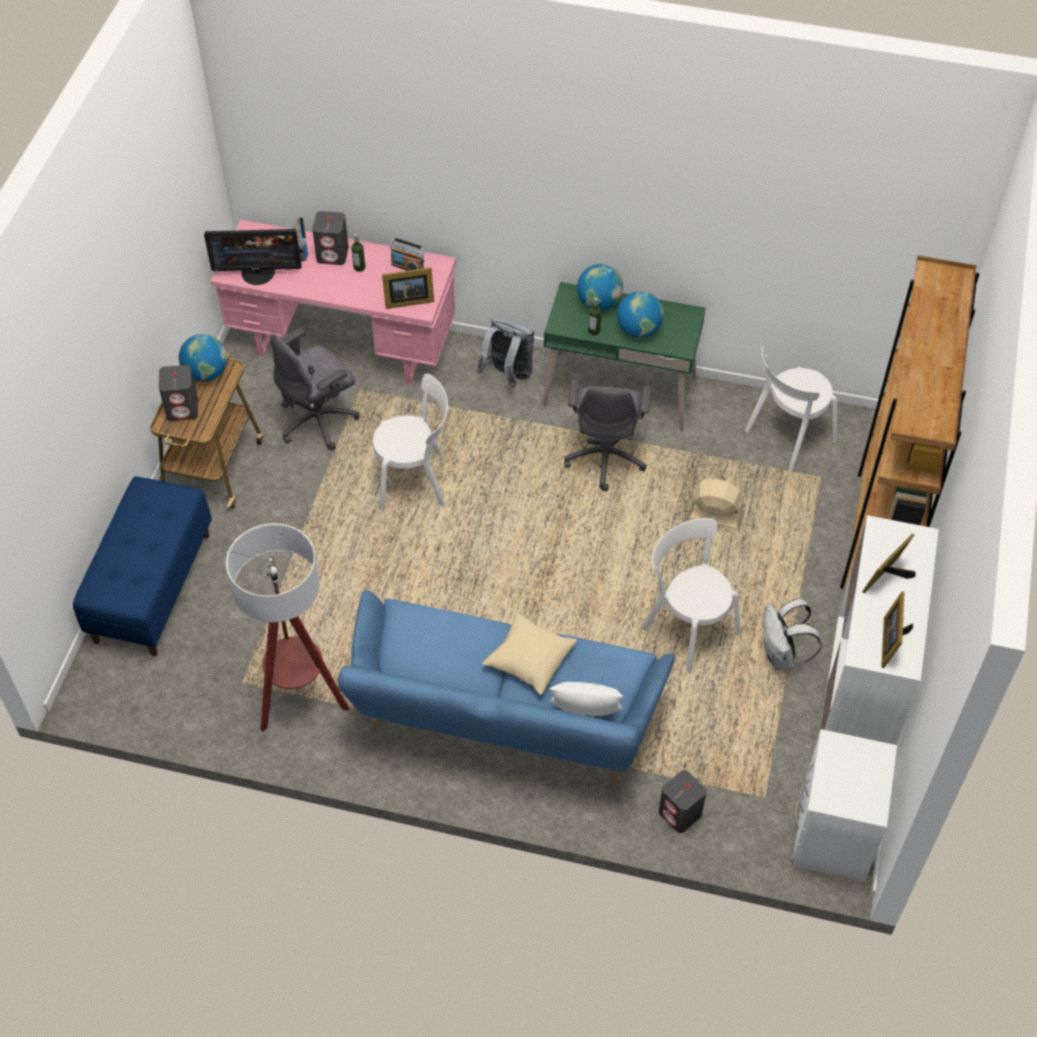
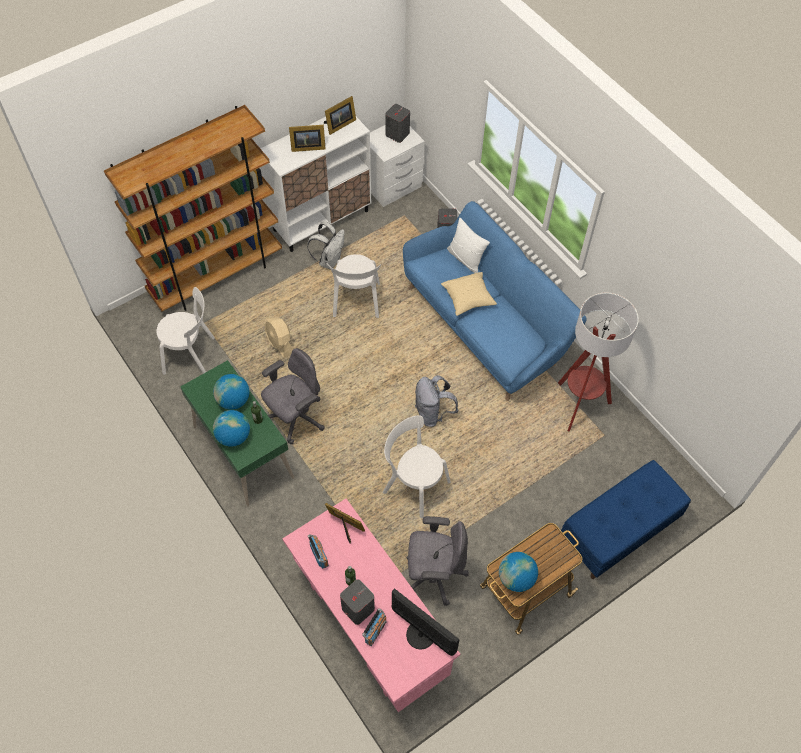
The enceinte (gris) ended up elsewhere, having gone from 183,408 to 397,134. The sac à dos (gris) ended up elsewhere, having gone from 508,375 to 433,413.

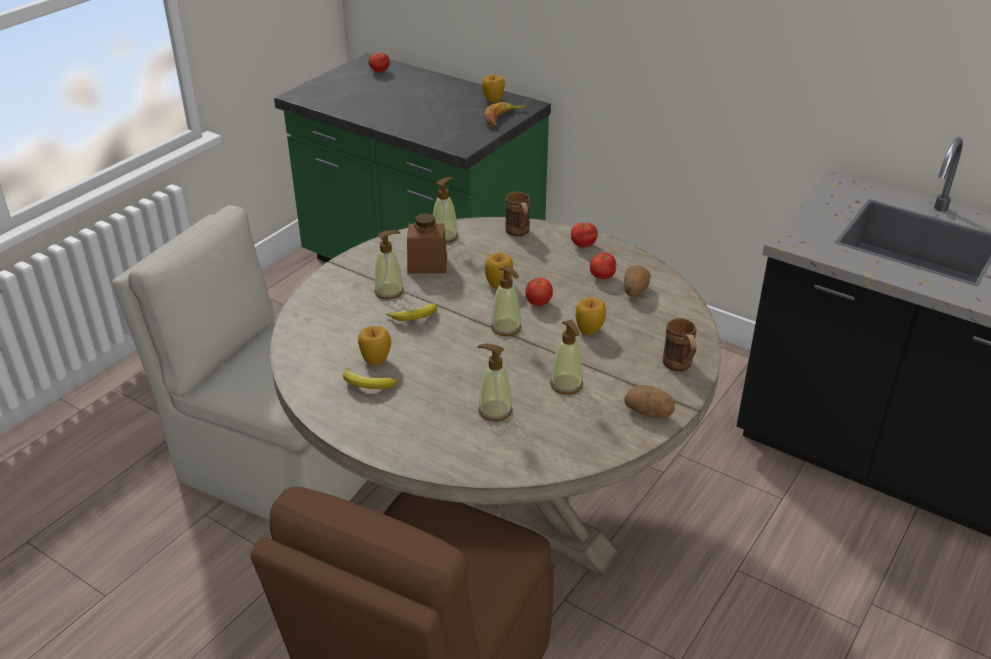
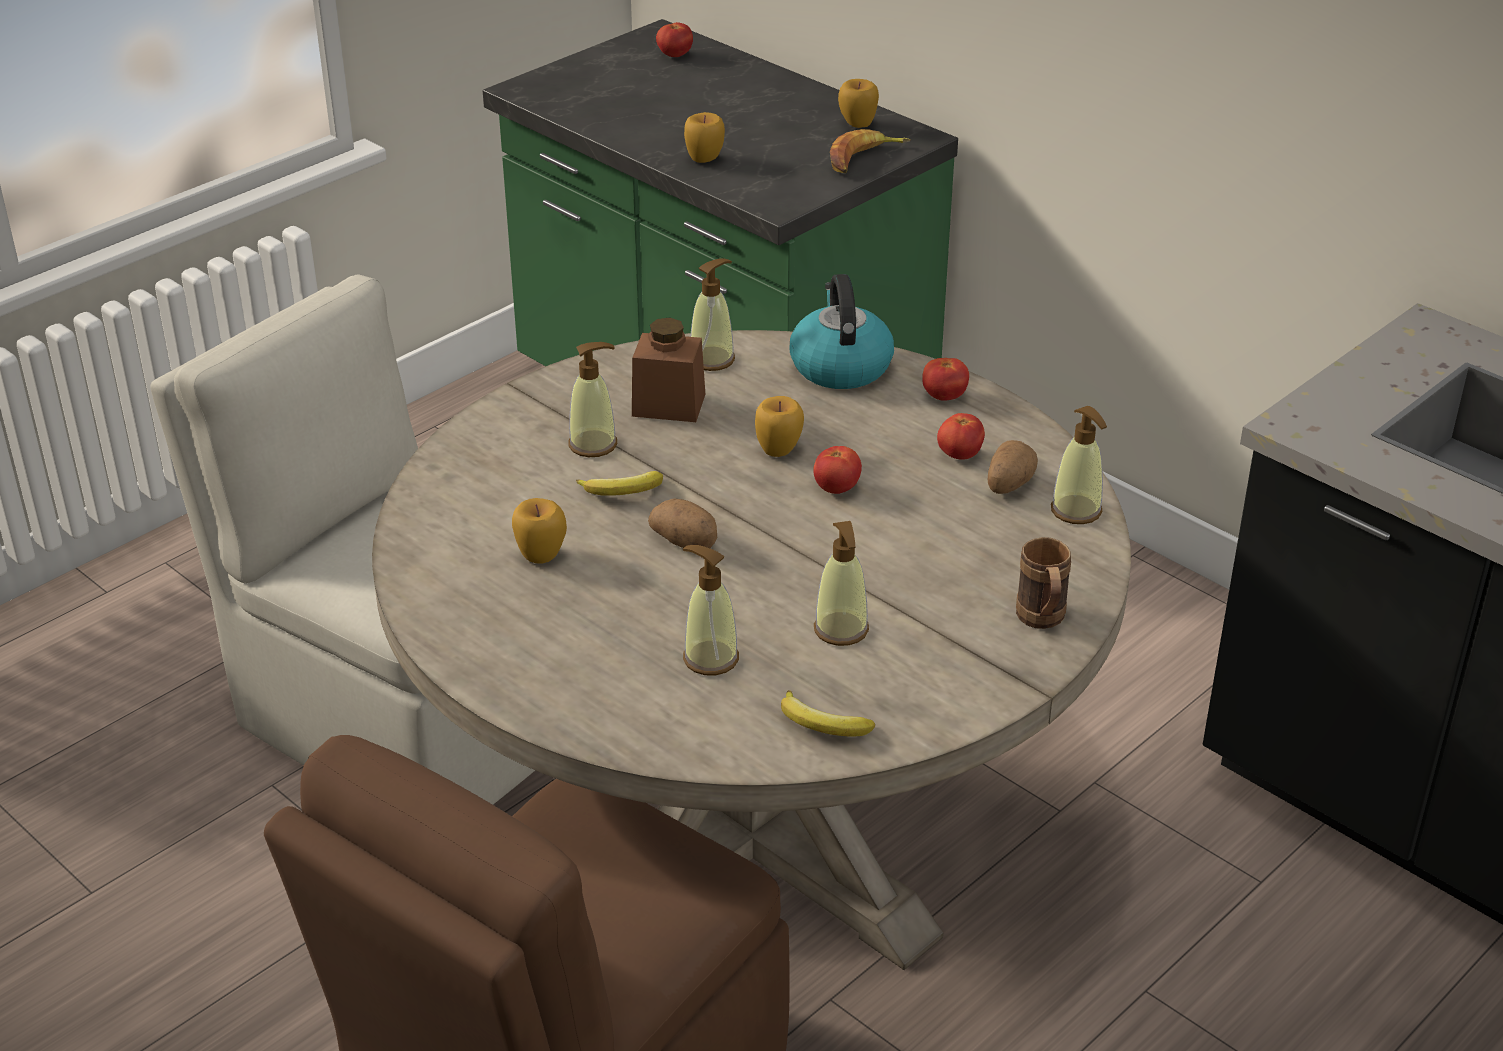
The banane ended up elsewhere, having gone from 367,385 to 822,725. The distributeur de savon ended up elsewhere, having gone from 506,328 to 1076,511. Where the mug (marron) stood at 519,233, the bouilloire came to stand at 840,366. The pomme ended up elsewhere, having gone from 589,331 to 704,159. The pomme de terre ended up elsewhere, having gone from 649,412 to 686,542.

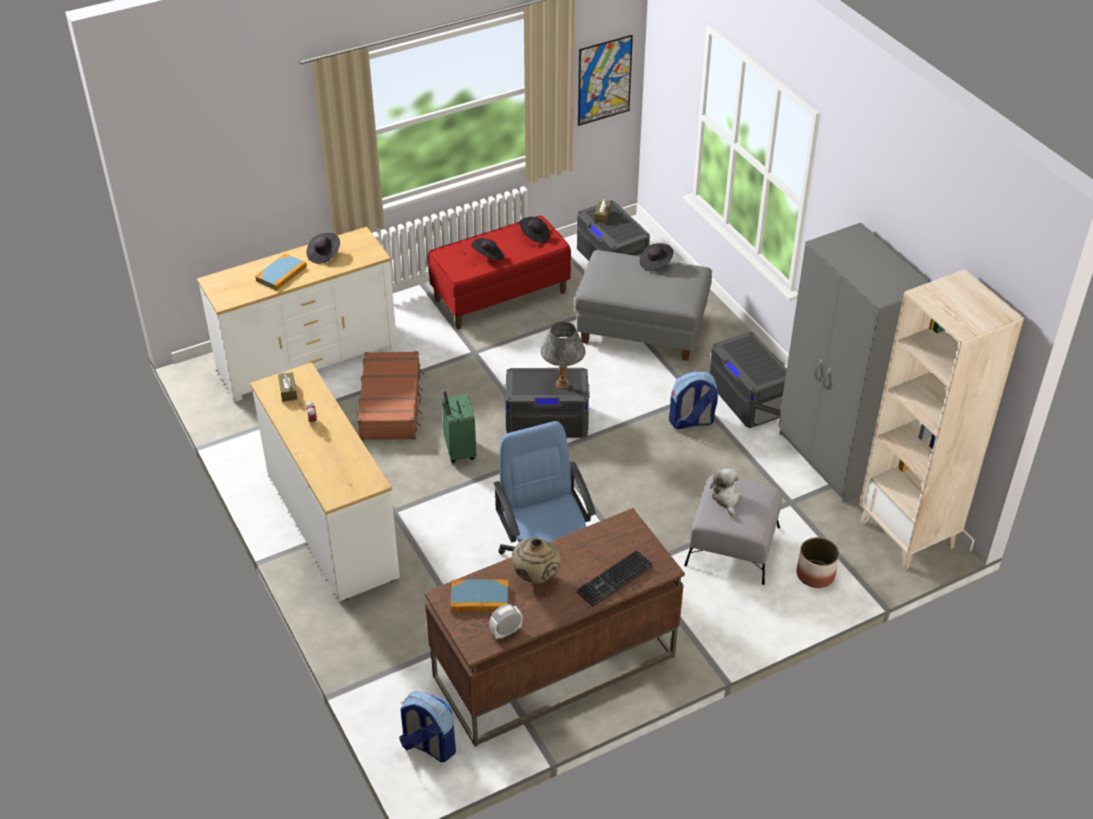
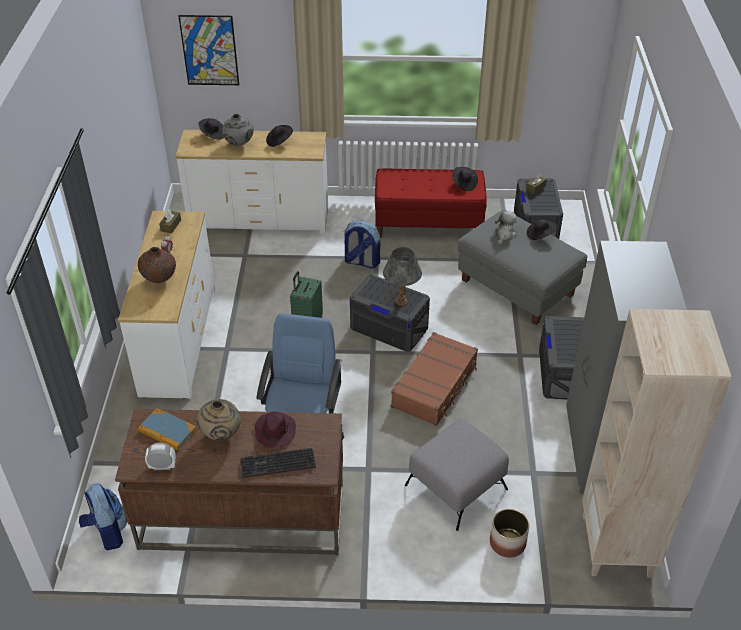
Where the livre stood at 281,274, the vase (gris) came to stand at 239,145. The valise (marron) ended up elsewhere, having gone from 391,404 to 435,386. The chapeau (noir) ended up elsewhere, having gone from 488,256 to 212,135. The tableau ended up elsewhere, having gone from 604,80 to 209,50. The sac à dos ended up elsewhere, having gone from 691,421 to 361,262. The peluche ended up elsewhere, having gone from 726,498 to 504,235. The second view gained the vase (marron) at 159,280. The second view gained the chapeau (violet) at 275,431.

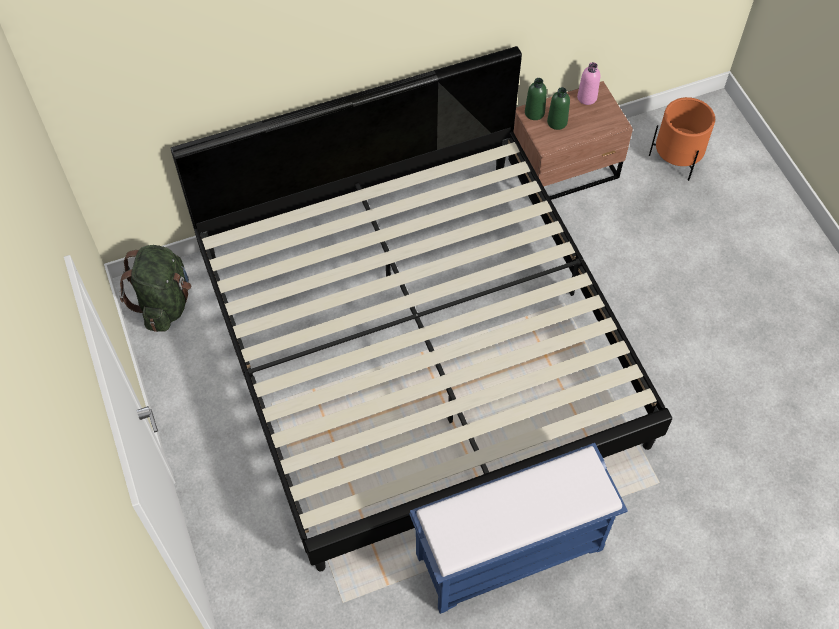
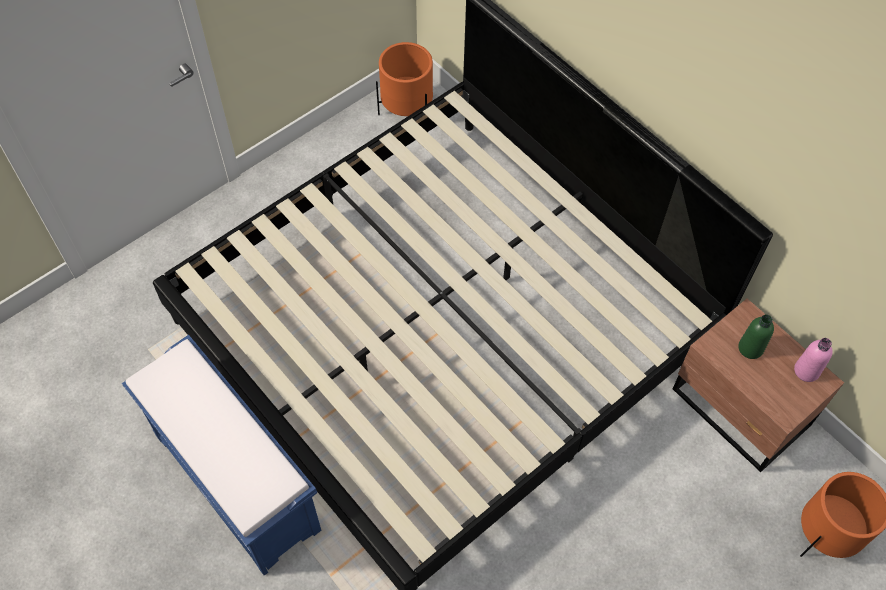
Where the sac à dos (vert) stood at 165,303, the cache-pot (orange) came to stand at 407,110. The second view lost the bouteille (vert) at 534,113.

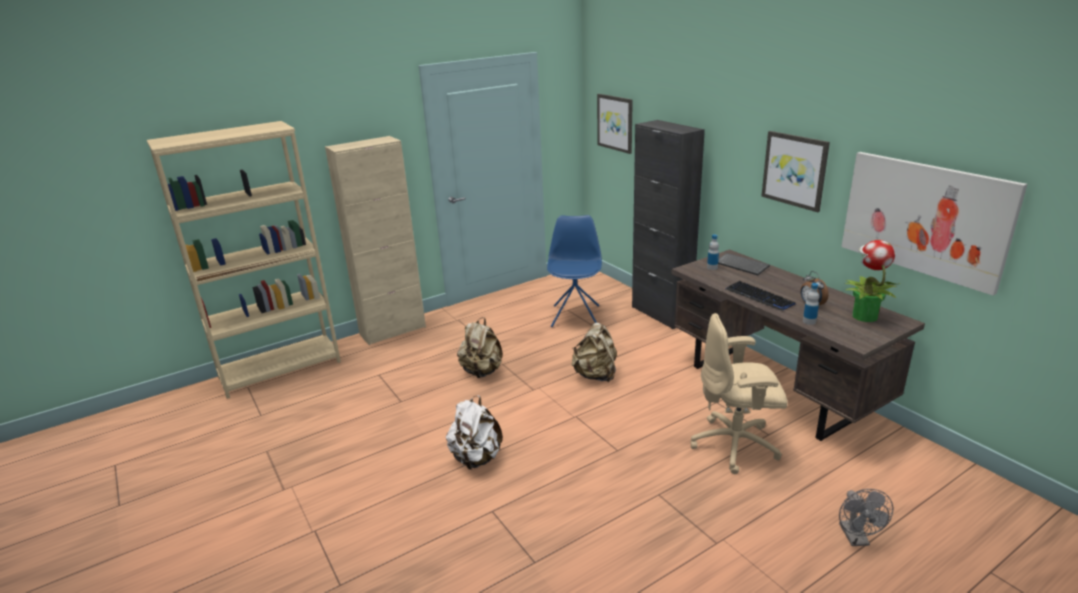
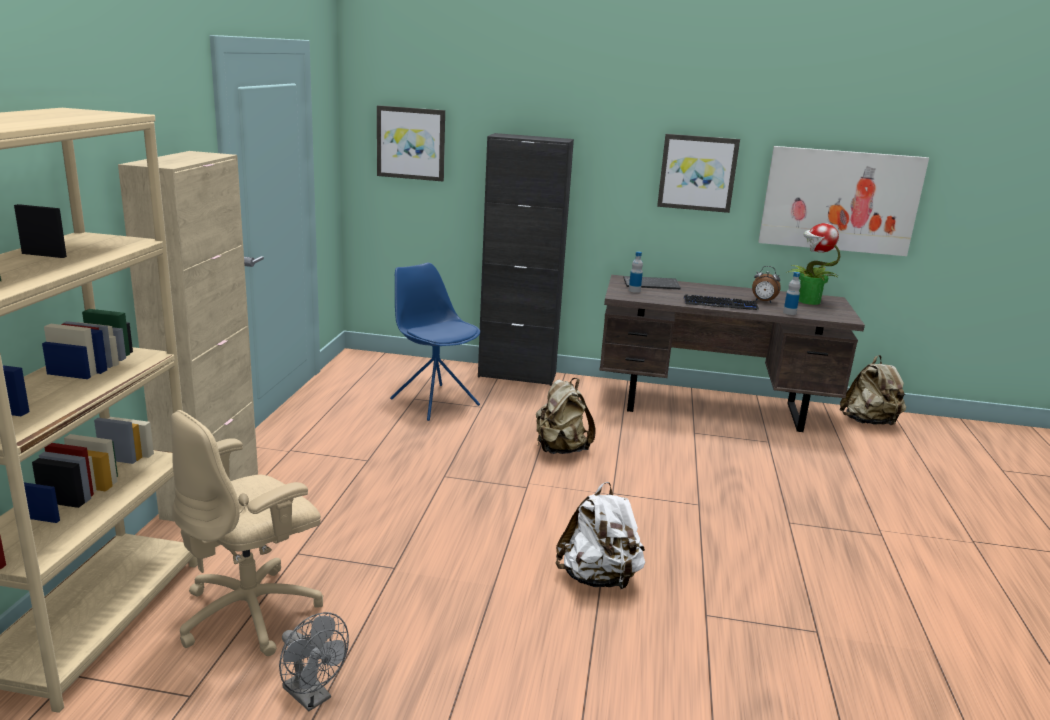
The sac à dos (beige) ended up elsewhere, having gone from 482,371 to 869,422. The chaise de bureau (beige) ended up elsewhere, having gone from 736,445 to 252,612. The ventilateur (gris) ended up elsewhere, having gone from 856,539 to 312,697.

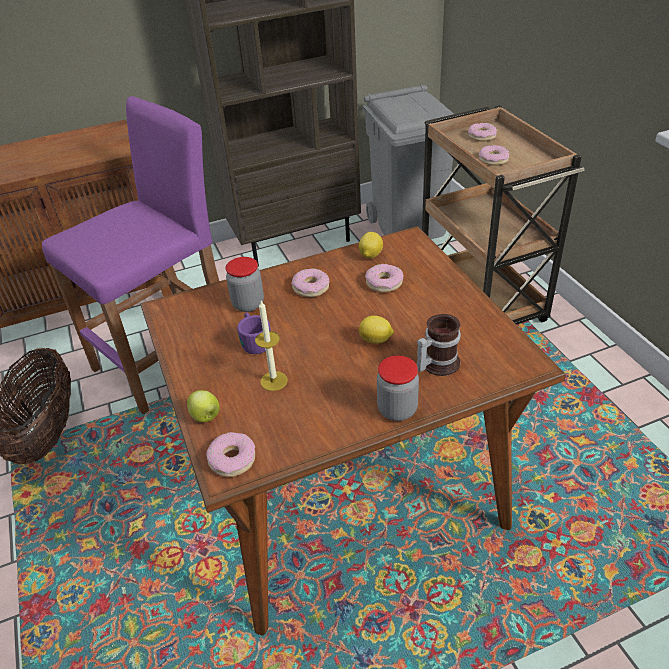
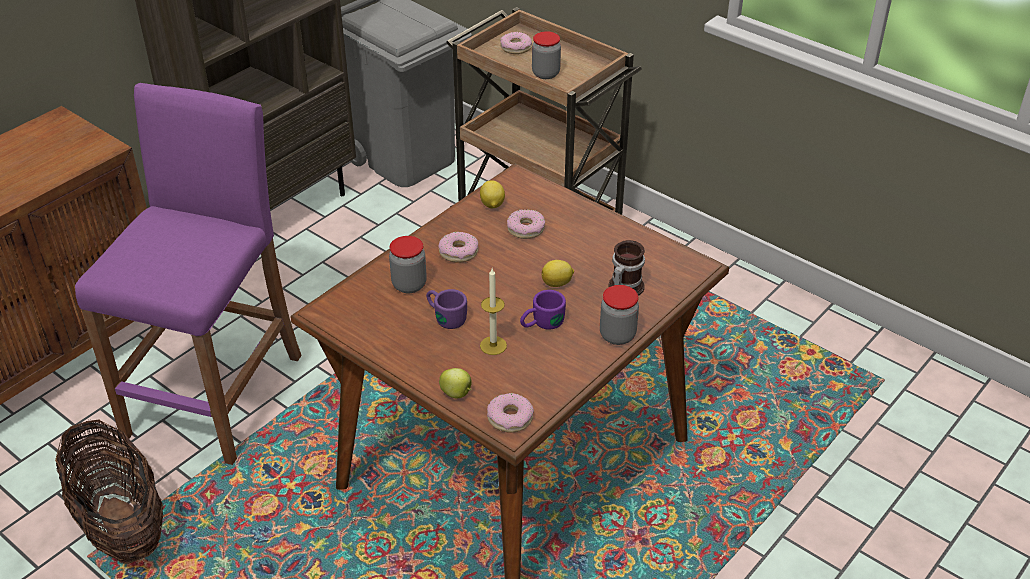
Where the beignet stood at 493,160, the bocal came to stand at 545,74. The second view gained the mug (violet) at 541,324.

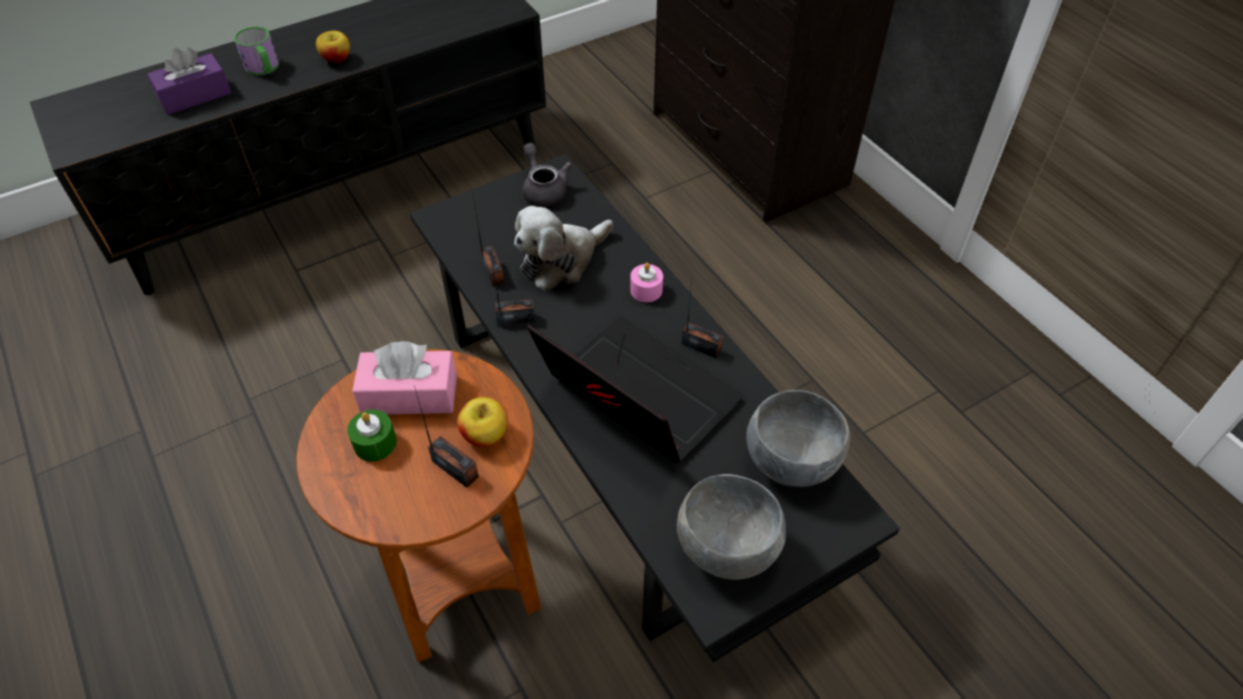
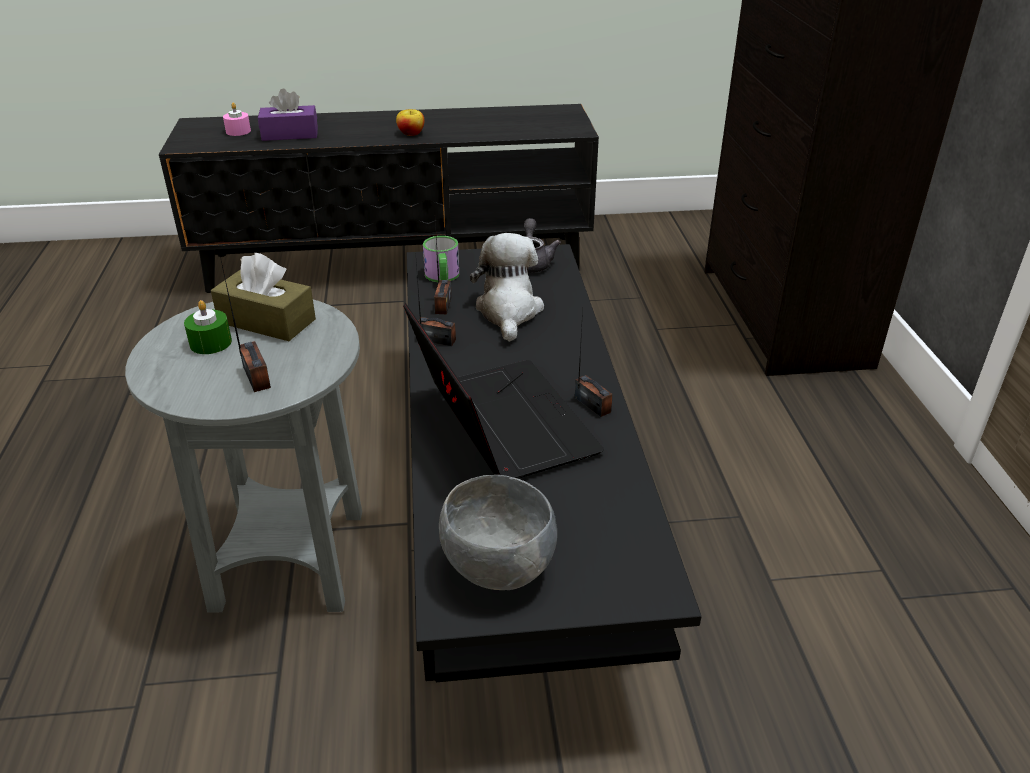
The mug ended up elsewhere, having gone from 264,68 to 442,277. What was the table d'appoint (marron) at 457,578 turned into the table d'appoint (gris) at 289,560. What was the boîte à mouchoirs (rose) at 409,394 turned into the boîte à mouchoirs (marron) at 267,321. The second view lost the pomme at 485,435. The peluche at 561,260 ended up facing another way, 105 degrees clockwise from before. The bougie (rose) ended up elsewhere, having gone from 646,290 to 238,131. The second view lost the bol (gris) at 790,462.

